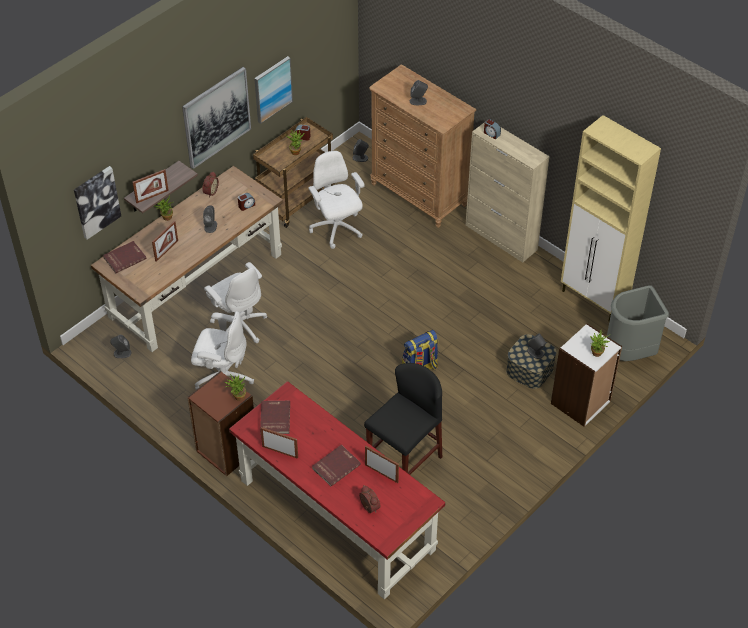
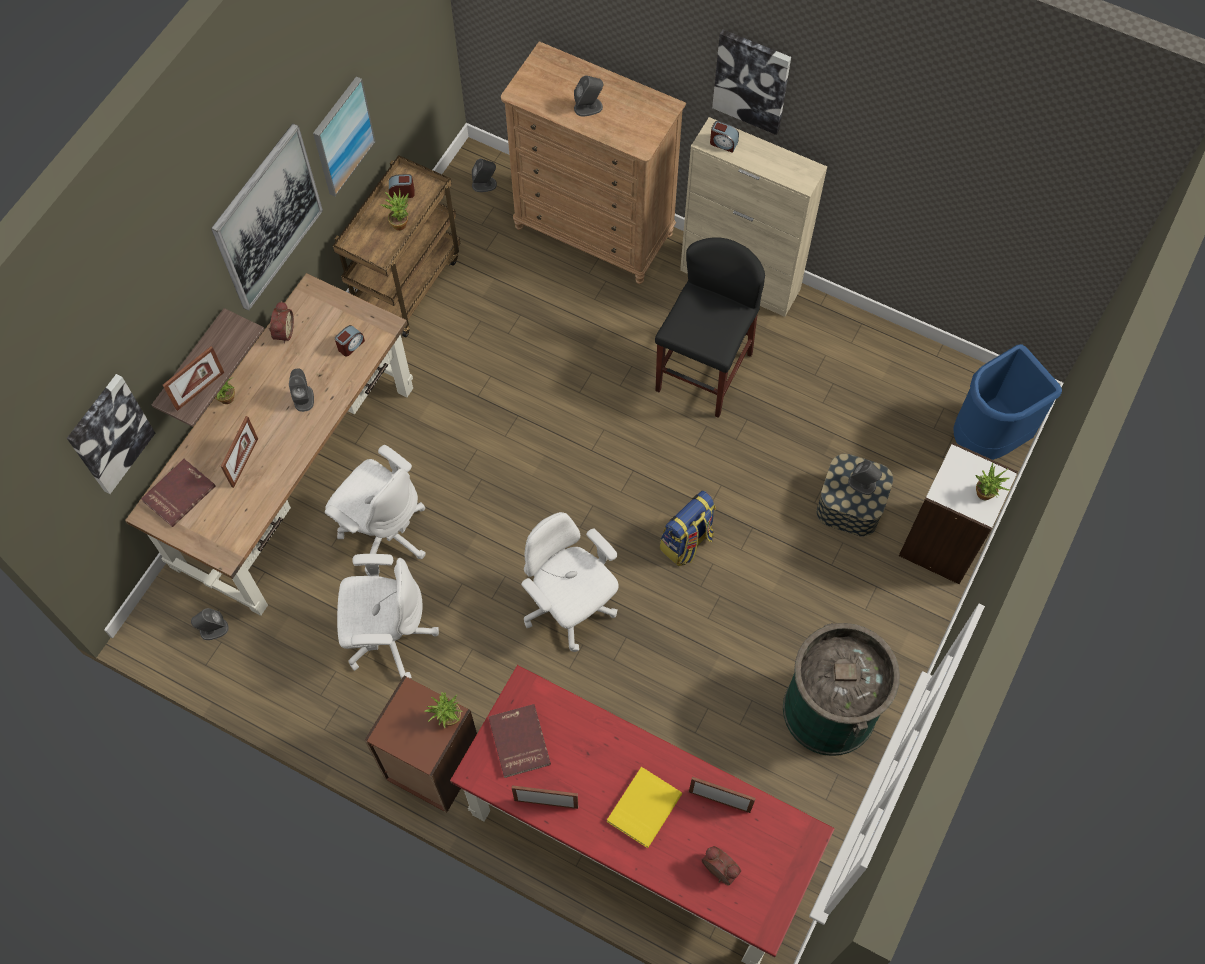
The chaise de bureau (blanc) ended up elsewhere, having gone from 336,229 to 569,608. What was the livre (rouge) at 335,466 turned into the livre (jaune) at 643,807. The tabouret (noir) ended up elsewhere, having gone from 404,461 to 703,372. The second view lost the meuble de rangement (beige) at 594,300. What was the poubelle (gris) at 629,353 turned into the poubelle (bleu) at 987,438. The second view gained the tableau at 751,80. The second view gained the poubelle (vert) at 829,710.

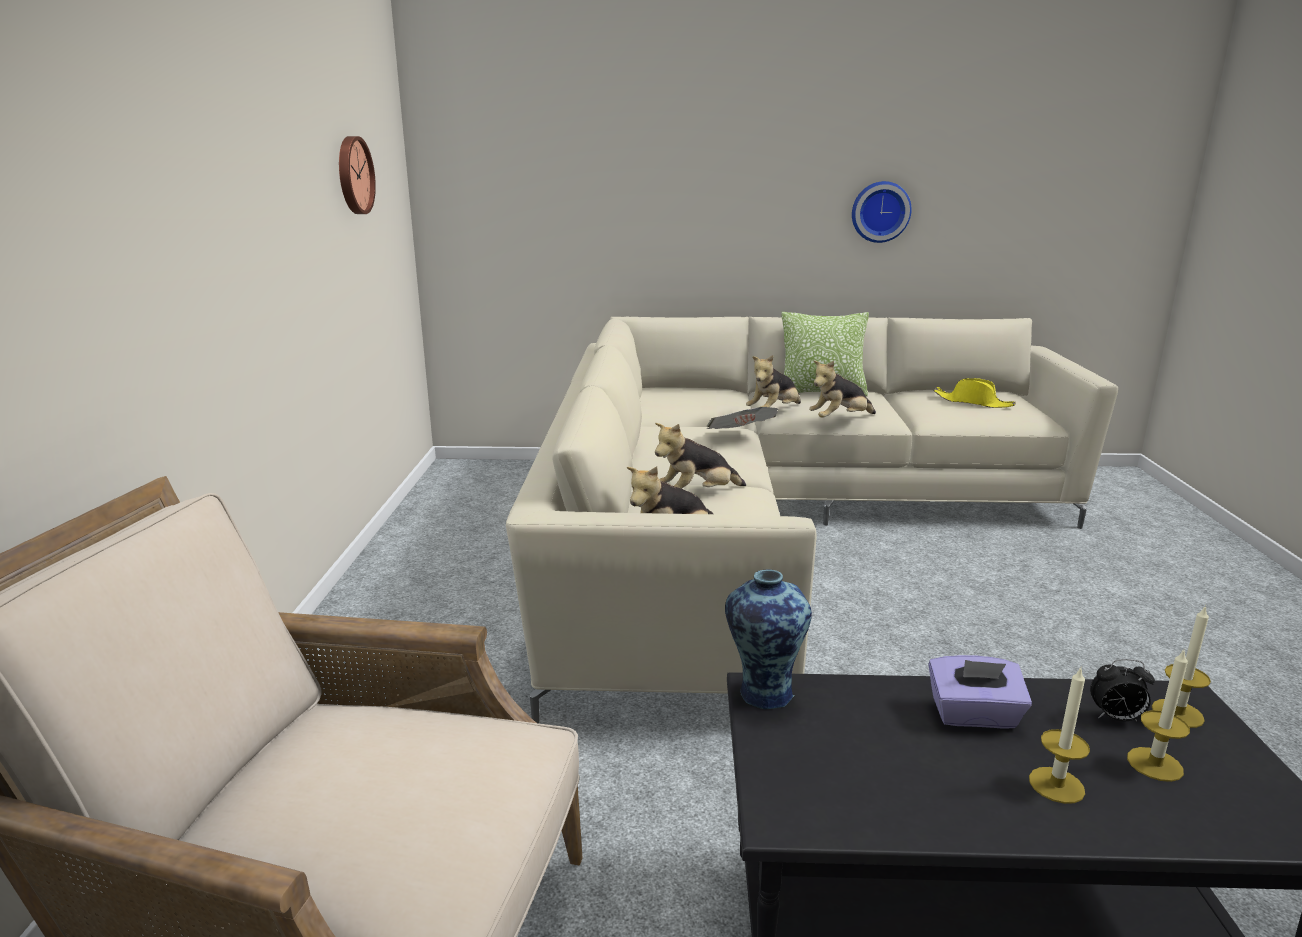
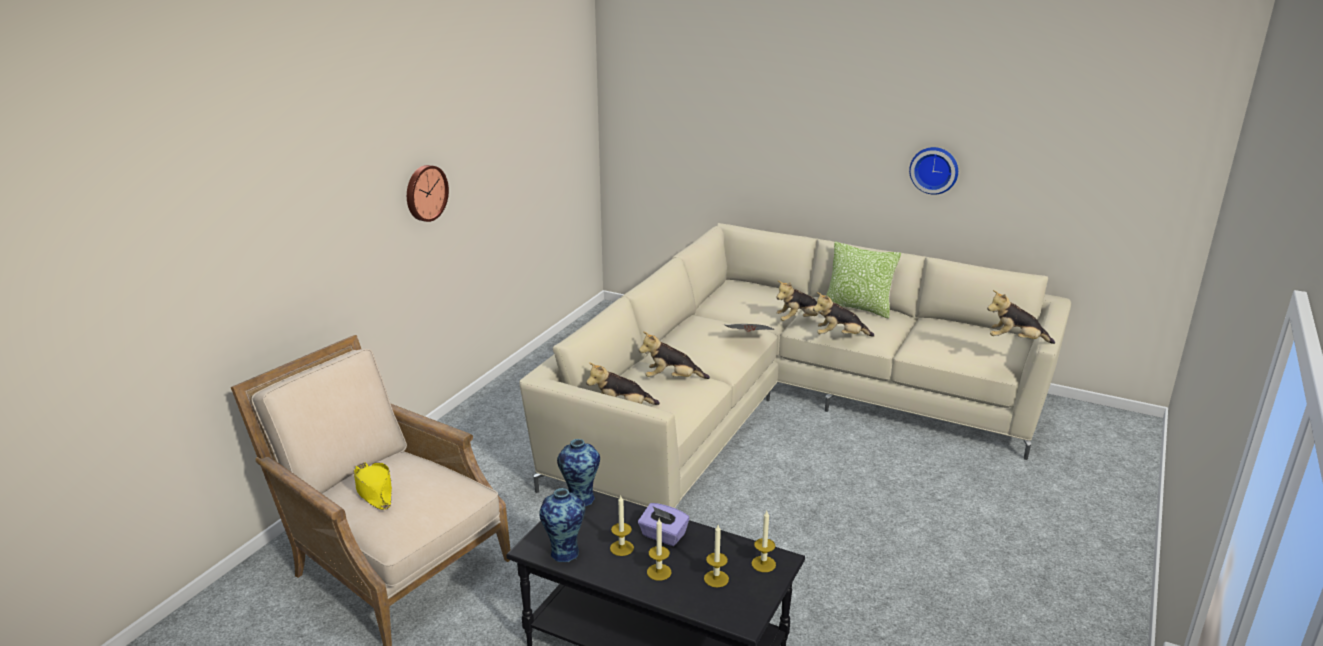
The horloge murale ended up elsewhere, having gone from 353,175 to 425,193. The chapeau (jaune) ended up elsewhere, having gone from 973,402 to 374,491. The second view lost the réveil at 1115,718. The second view gained the vase at 565,552. The second view gained the bougie at 621,548. The second view gained the peluche at 1015,341.

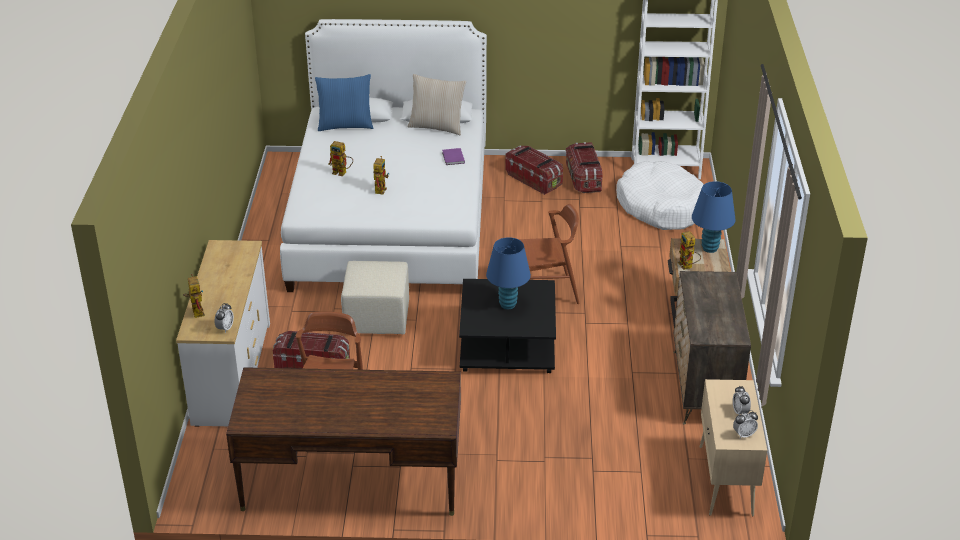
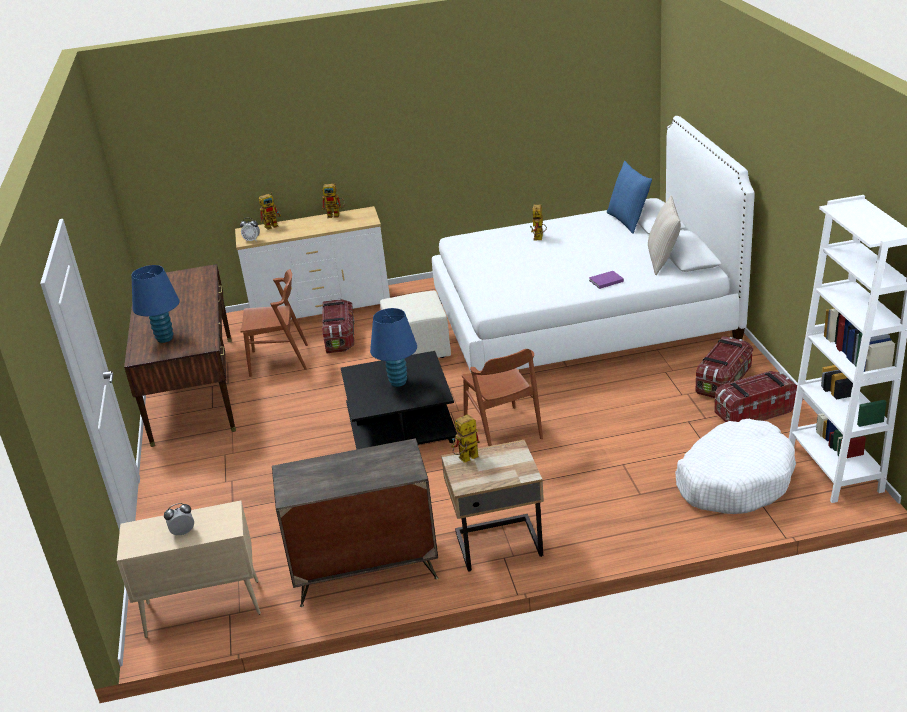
The robot jouet ended up elsewhere, having gone from 380,188 to 336,215. The lampe de table (bleu) ended up elsewhere, having gone from 709,248 to 165,338. The second view lost the réveil at 744,434.

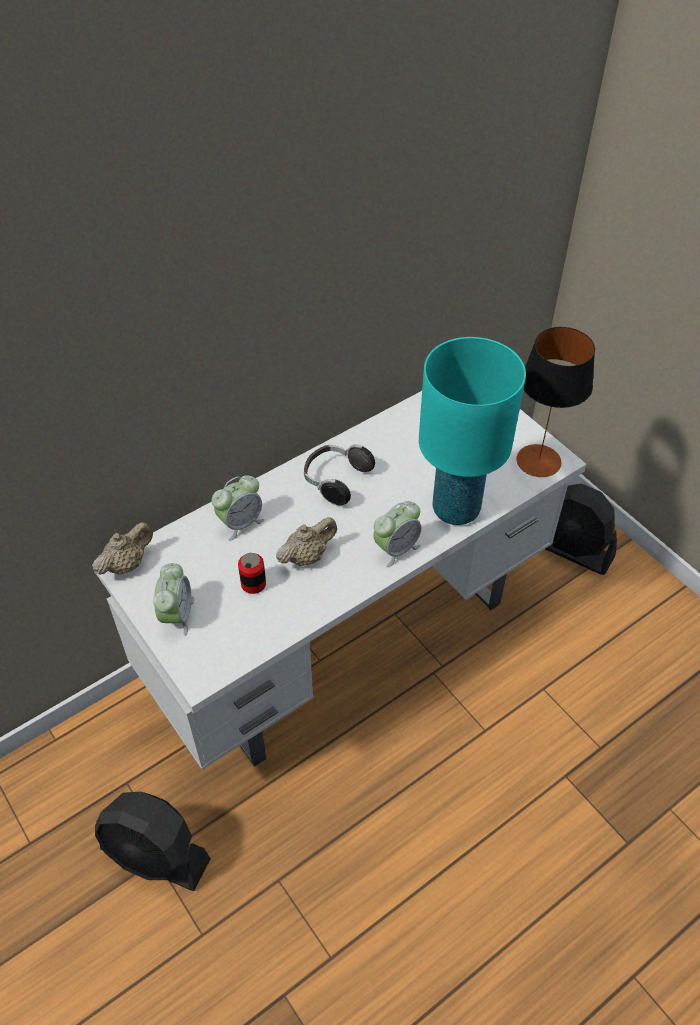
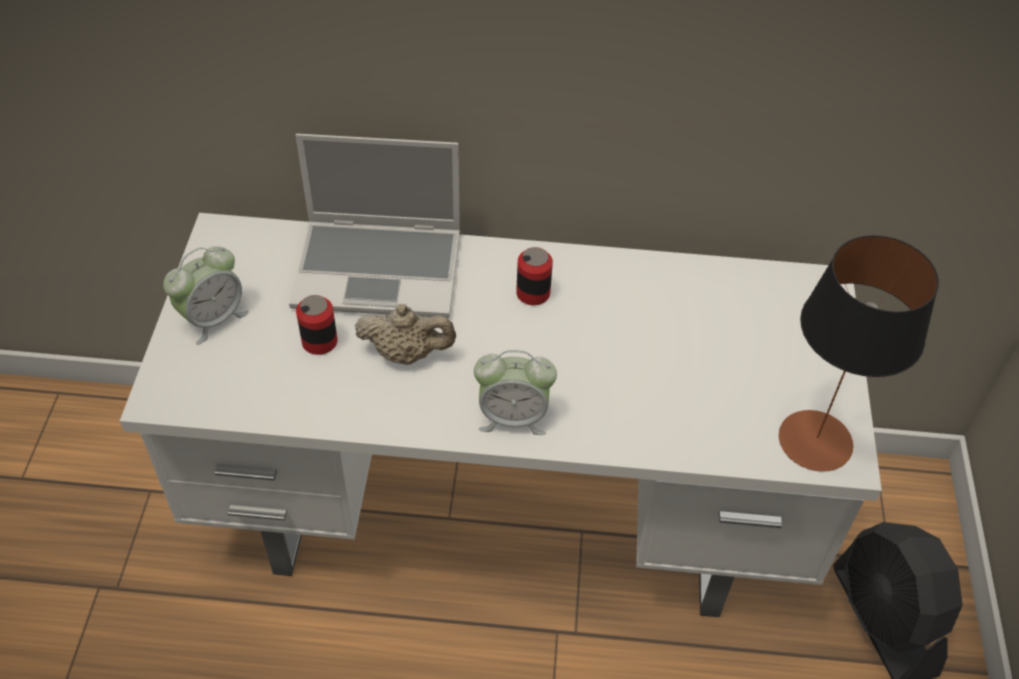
The second view lost the théière (beige) at 127,564. The second view lost the ventilateur (noir) at 156,855. Where the réveil stood at 240,523, the ordinateur portable came to stand at 380,269. Where the casque audio stood at 335,480, the boîte métallique came to stand at 533,293. The second view lost the lampe de table (turquoise) at 456,509.

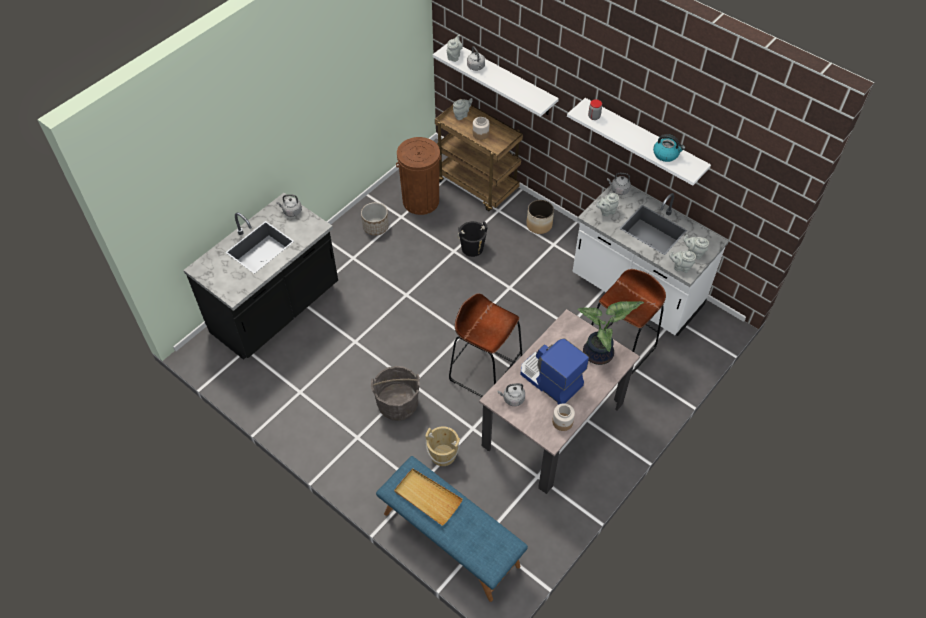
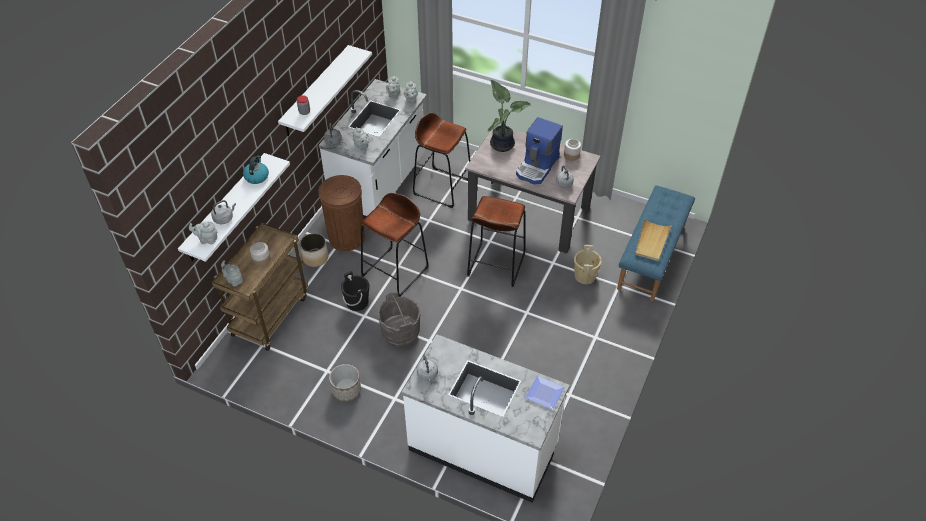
What was the comptoir de cuisine (noir) at 276,310 turned into the comptoir de cuisine (blanc) at 483,447. The seau (gris) ended up elsewhere, having gone from 398,404 to 400,333. The poubelle (marron) ended up elsewhere, having gone from 421,201 to 346,237. The bouilloire ended up elsewhere, having gone from 666,154 to 256,176. The second view gained the tabouret (marron) at 395,271. The second view gained the assiette at 545,395.

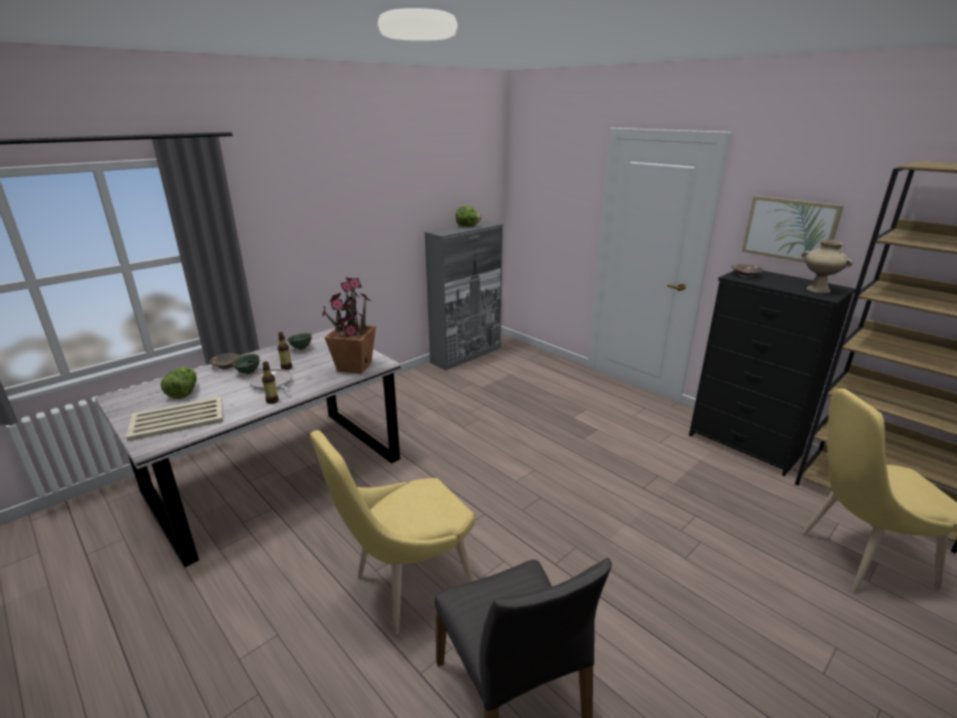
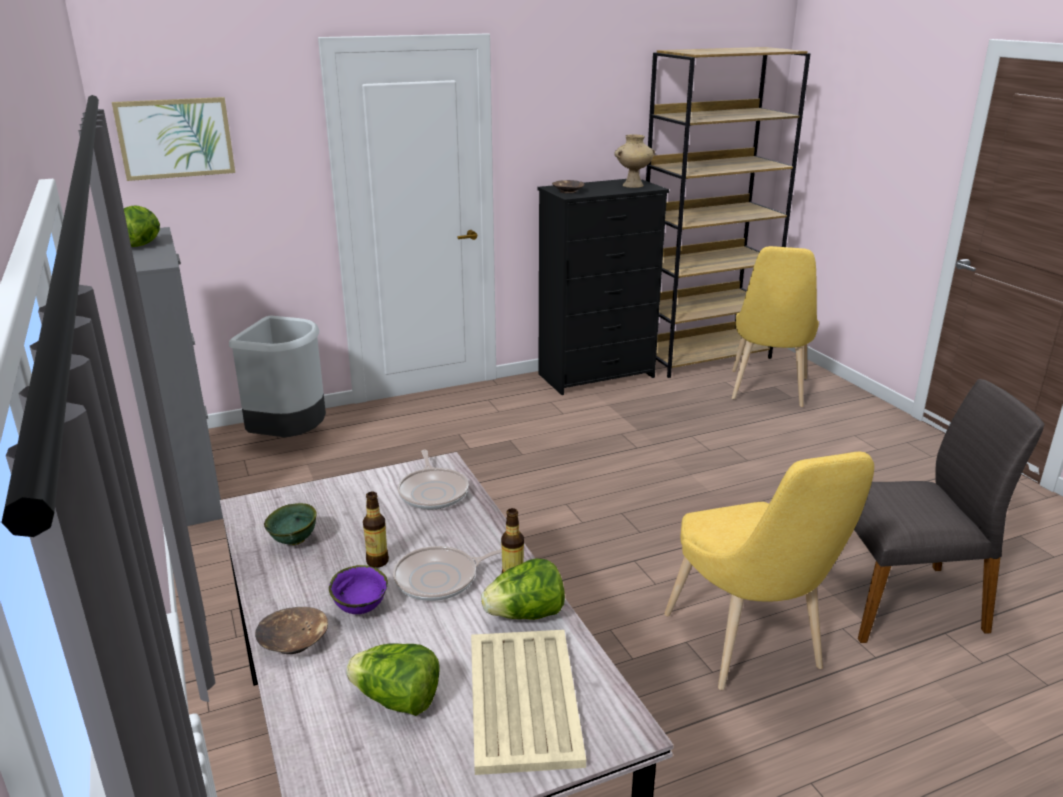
What was the bol (vert) at 249,372 turned into the bol (violet) at 361,608. Where the plante en pot stood at 354,367, the poêle came to stand at 433,492. The tableau ended up elsewhere, having gone from 790,229 to 175,138. The second view gained the poubelle (gris) at 290,438. The second view gained the laitue at 525,615.

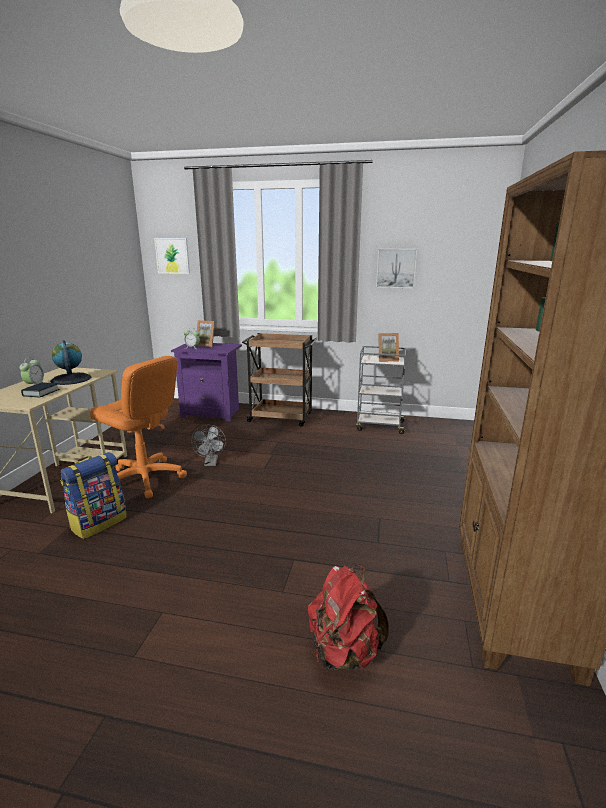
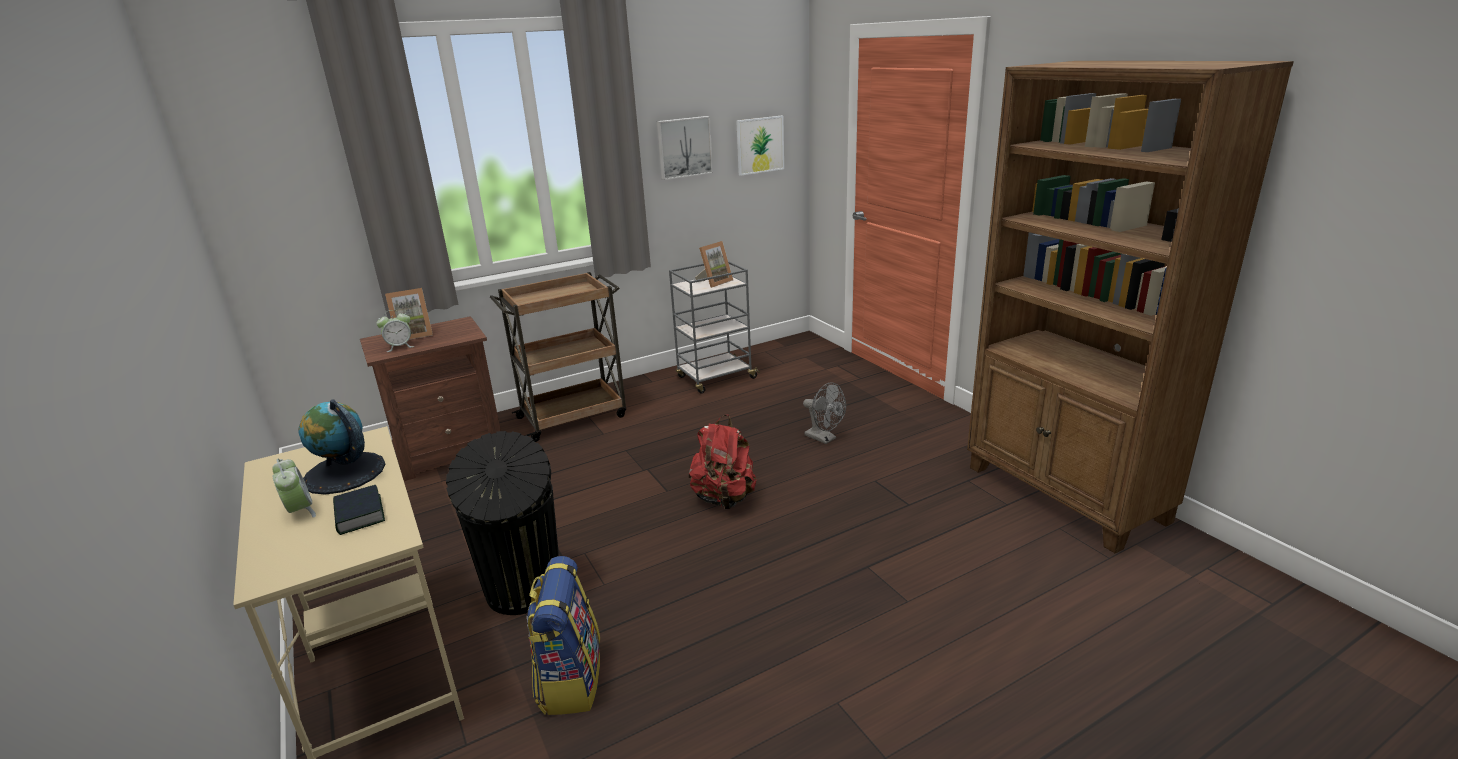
Where the chaise de bureau (orange) stood at 144,479, the poubelle (noir) came to stand at 523,591. The tableau ended up elsewhere, having gone from 172,256 to 760,145. What was the table de chevet (violet) at 213,413 turned into the table de chevet (marron) at 450,452. The ventilateur (gris) ended up elsewhere, having gone from 211,463 to 824,438. The sac à dos (rouge) ended up elsewhere, having gone from 344,651 to 724,498.

